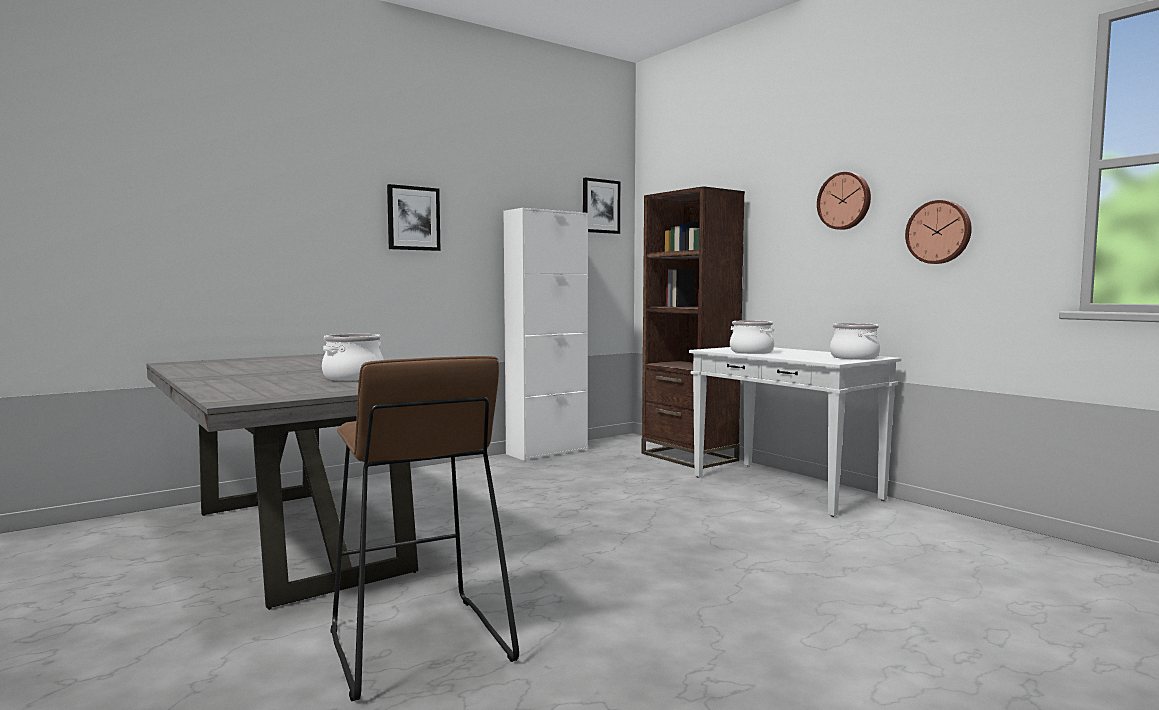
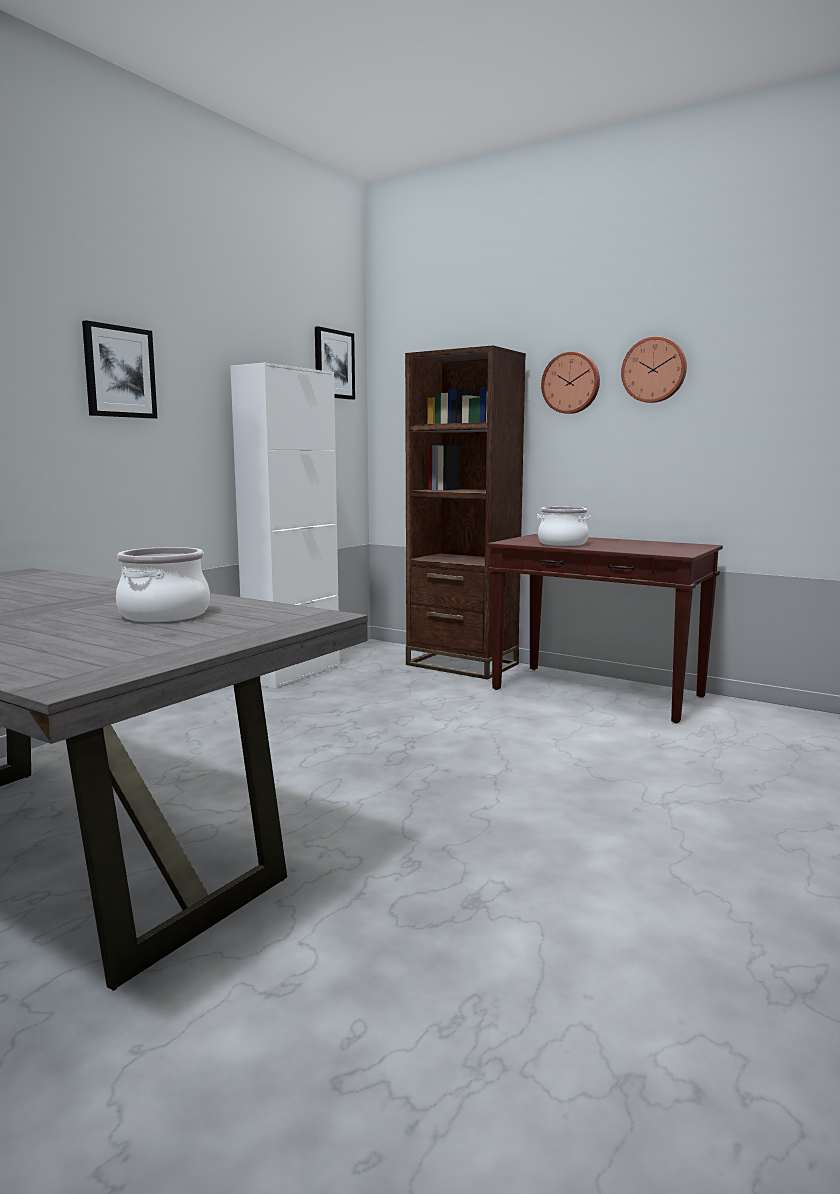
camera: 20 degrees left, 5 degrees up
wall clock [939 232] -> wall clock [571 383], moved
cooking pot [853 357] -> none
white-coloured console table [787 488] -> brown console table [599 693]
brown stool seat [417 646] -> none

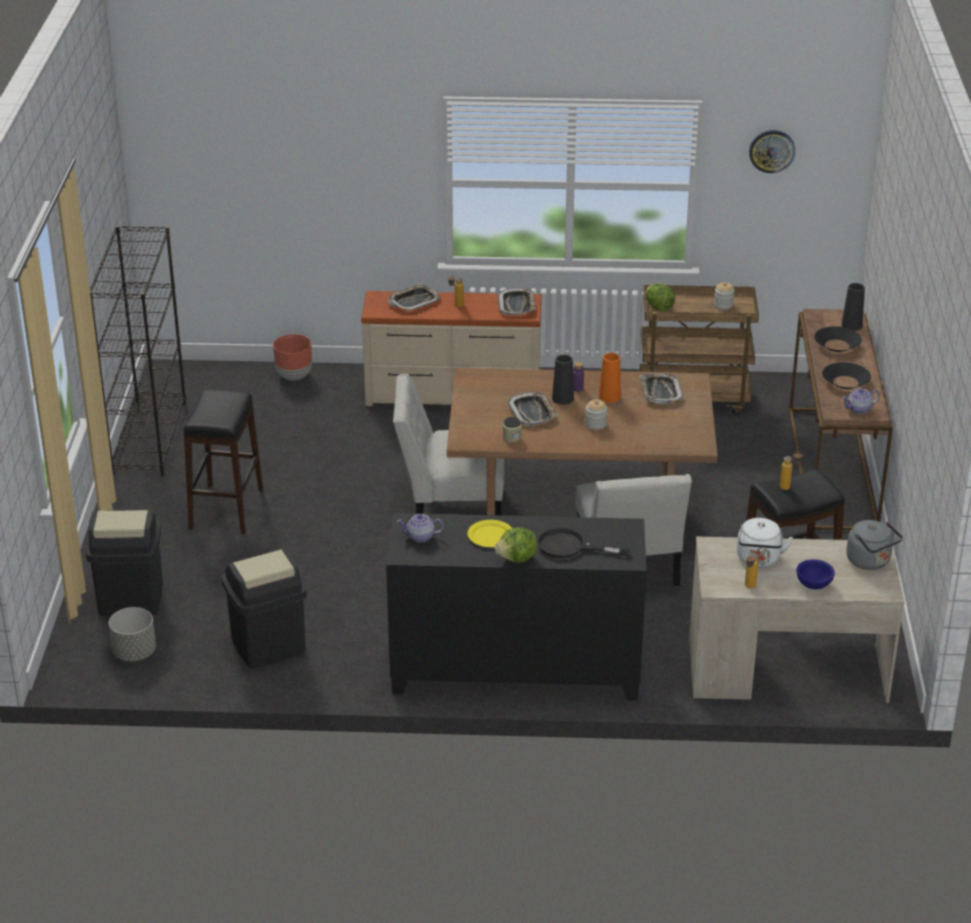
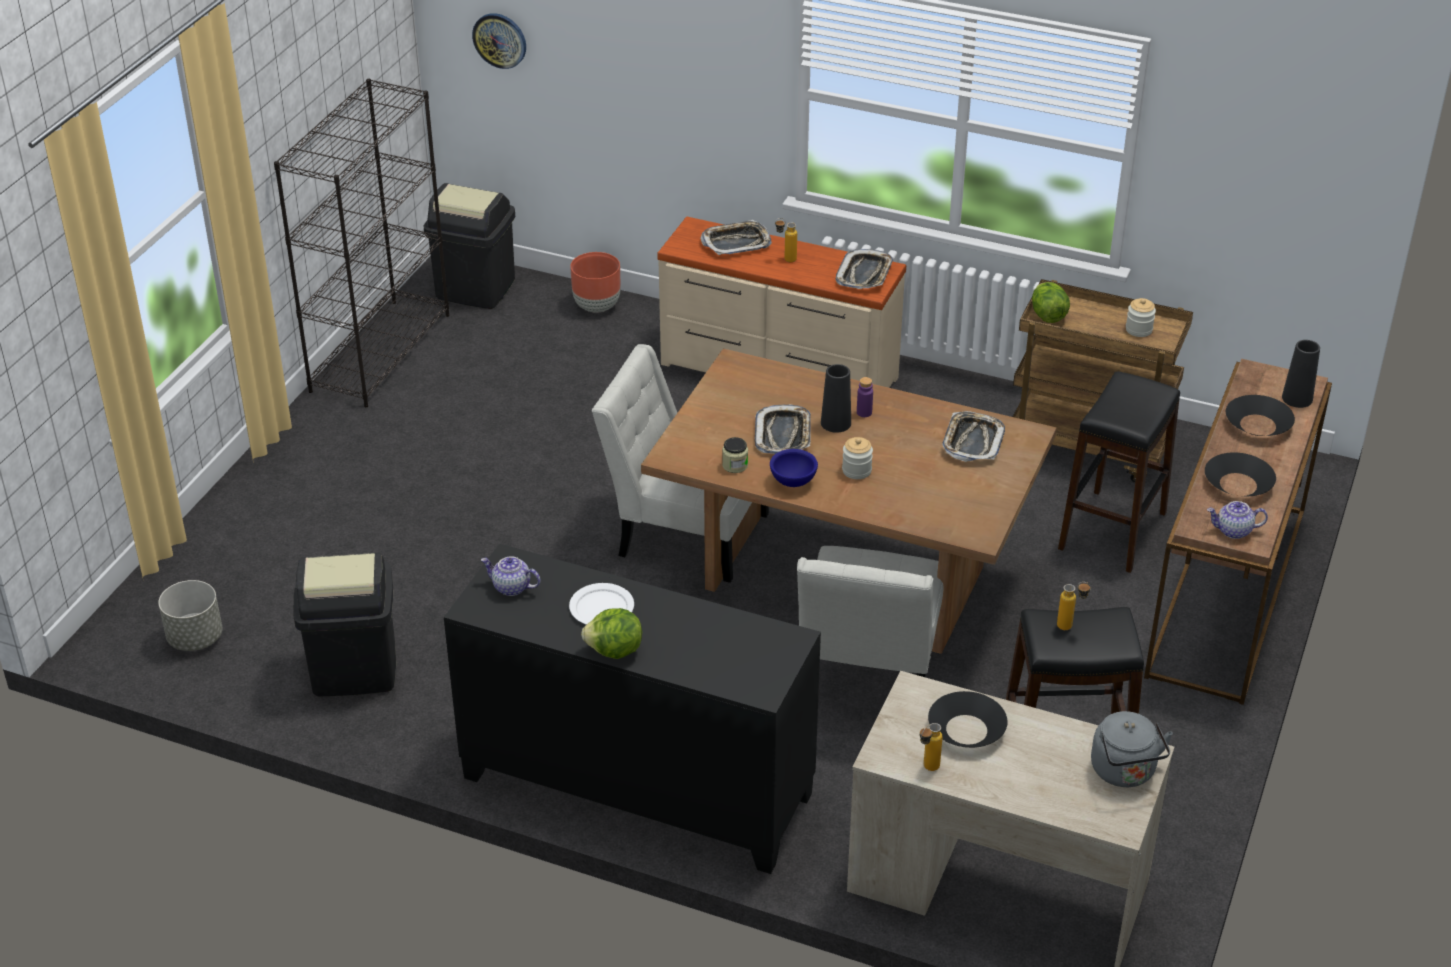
camera: 20 degrees right, 5 degrees up
wall clock [772 151] -> wall clock [500 40], moved
orangey decorative vase [609 397] -> none
black stool seat [226 509] -> black stool seat [1112 530], moved
black waste bin [131 600] -> black waste bin [475 289], moved
white-coloured kettle [759 560] -> black deep dish [966 729]
yellow-coloured dinner plate [491 535] -> white-coloured dinner plate [602 607]
black frying pan [570 547] -> none
blue-coloured deep dish [814 585] -> blue-coloured deep dish [793 482], moved

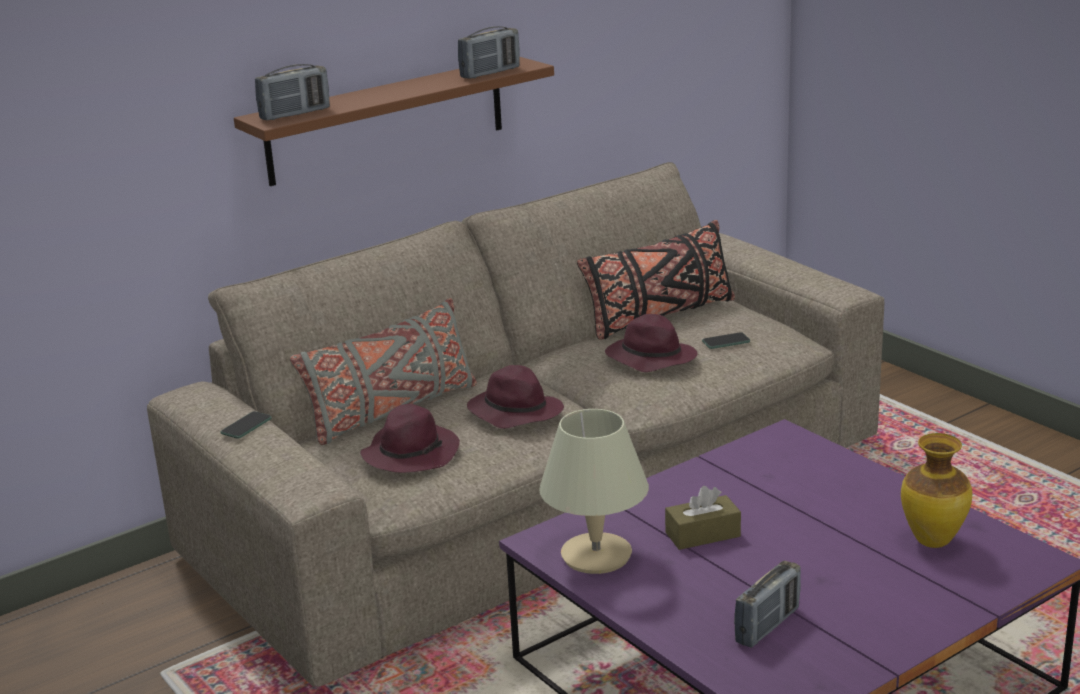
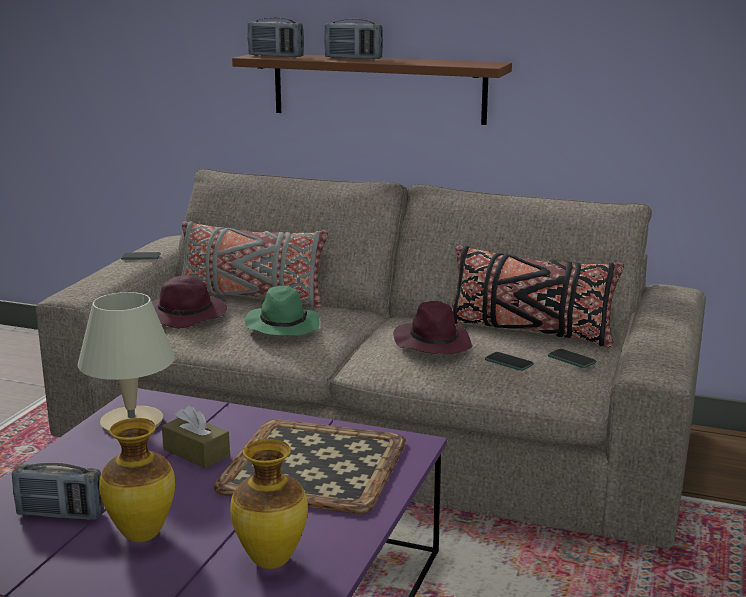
camera: 55 degrees right, 5 degrees down
radio set [490 73] -> radio set [353 58], moved
purplish hat [514 412] -> greenish hat [282 326]
none -> telephone [571 359]
none -> decorative vase [143 534]
none -> serving tray [315 467]

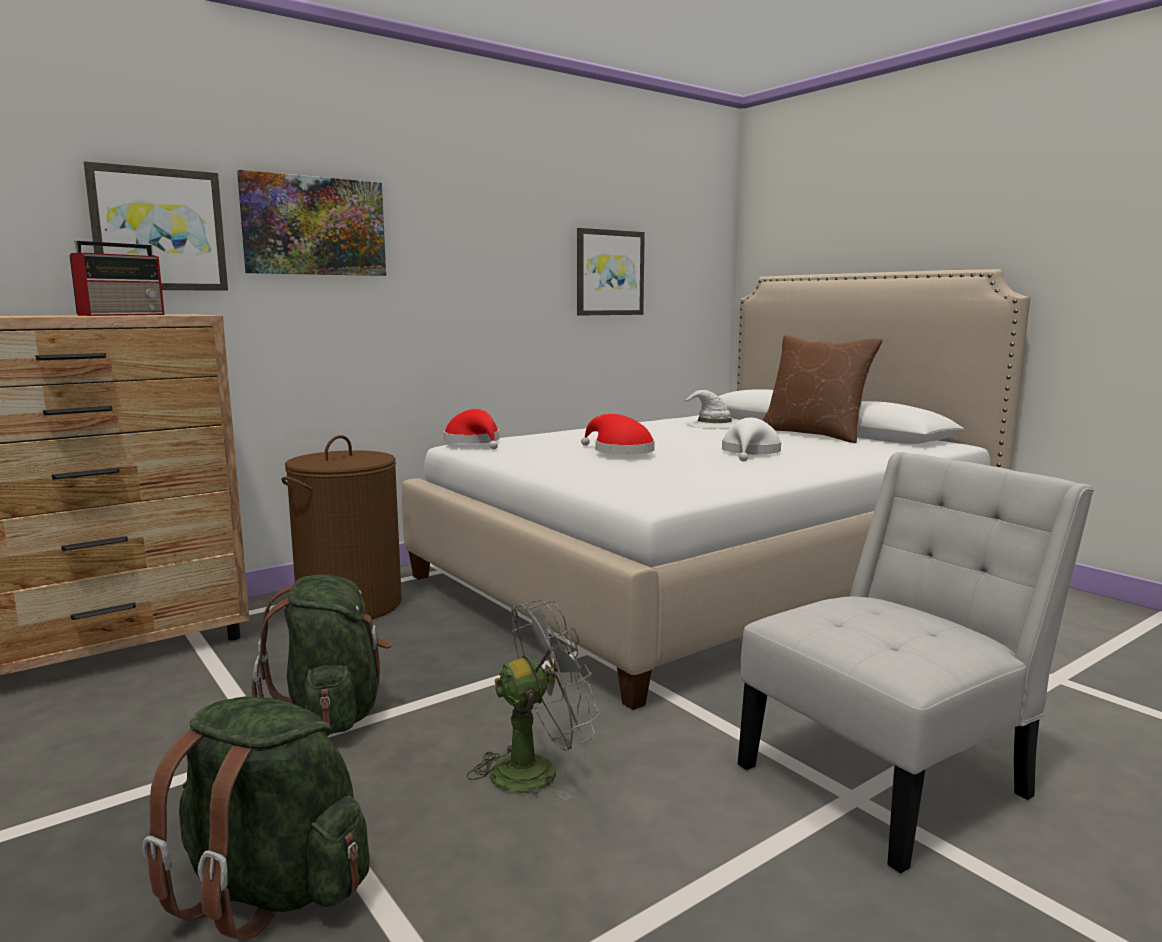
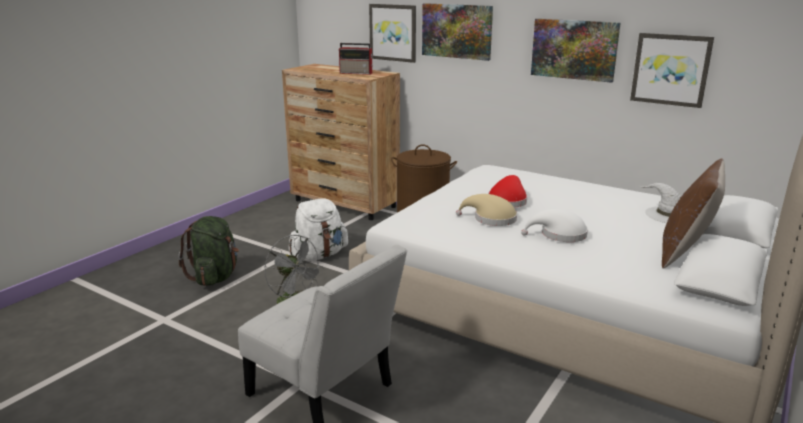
camera: 70 degrees right, 10 degrees up
red-coloured hat [474 442] -> none
greenish backpack [332 714] -> white-coloured backpack [319 255]
none -> wall picture [574 49]
none -> sand-coloured hat [491 219]

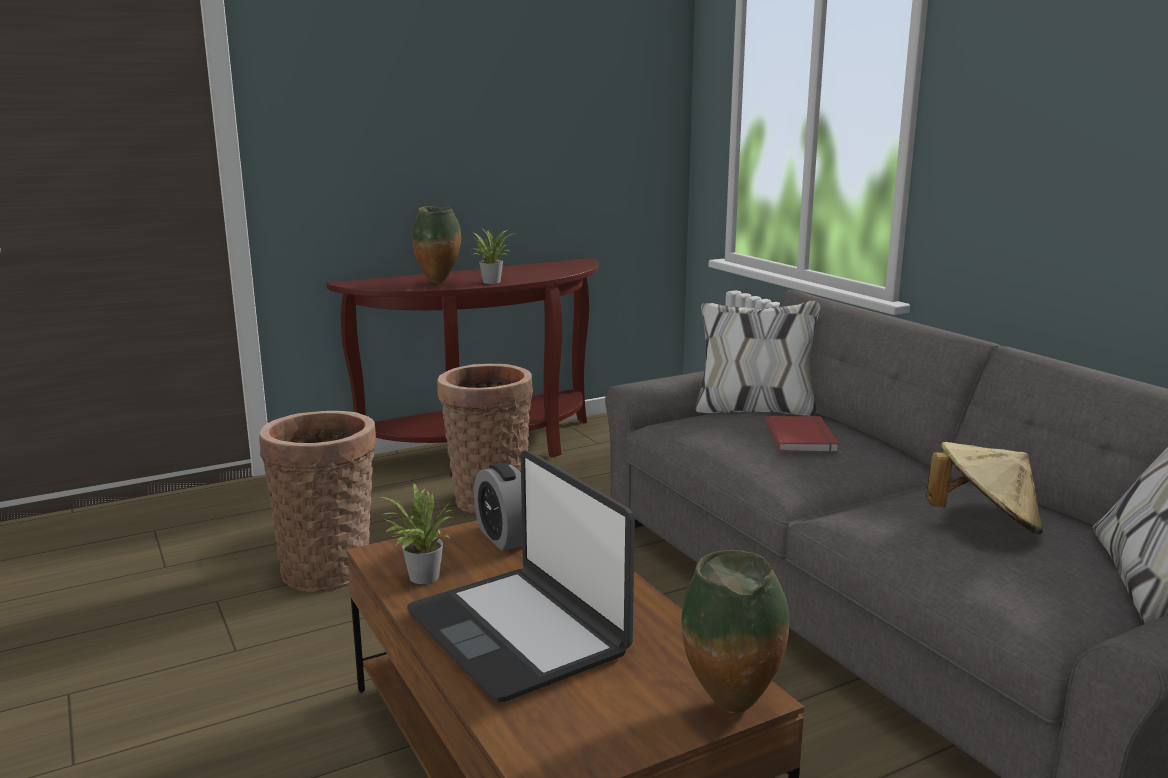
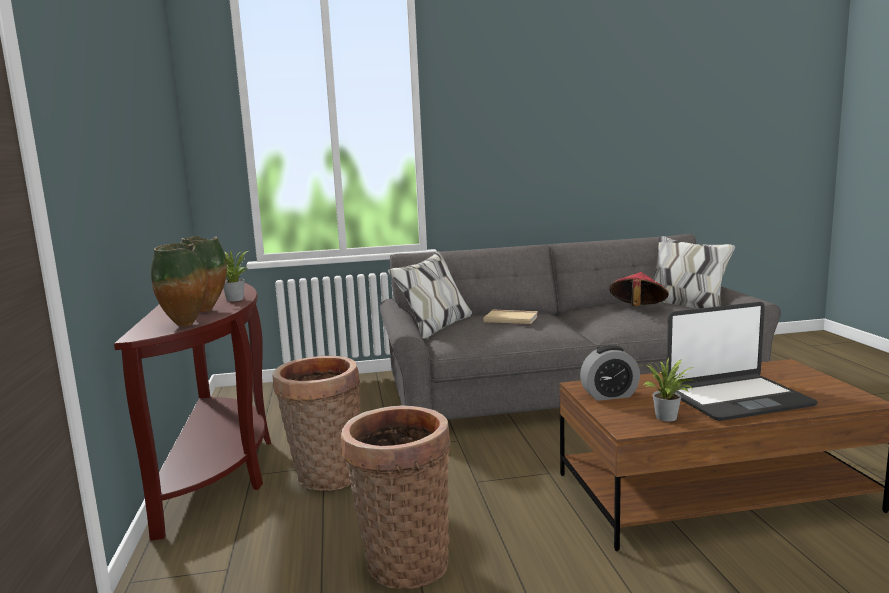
camera: 70 degrees left, 5 degrees down
red-coloured volume [803 437] -> sand-coloured volume [511 319]
sand-coloured hat [984 523] -> red-coloured hat [637 309]
decorative vase [731 710] -> decorative vase [186 325], moved

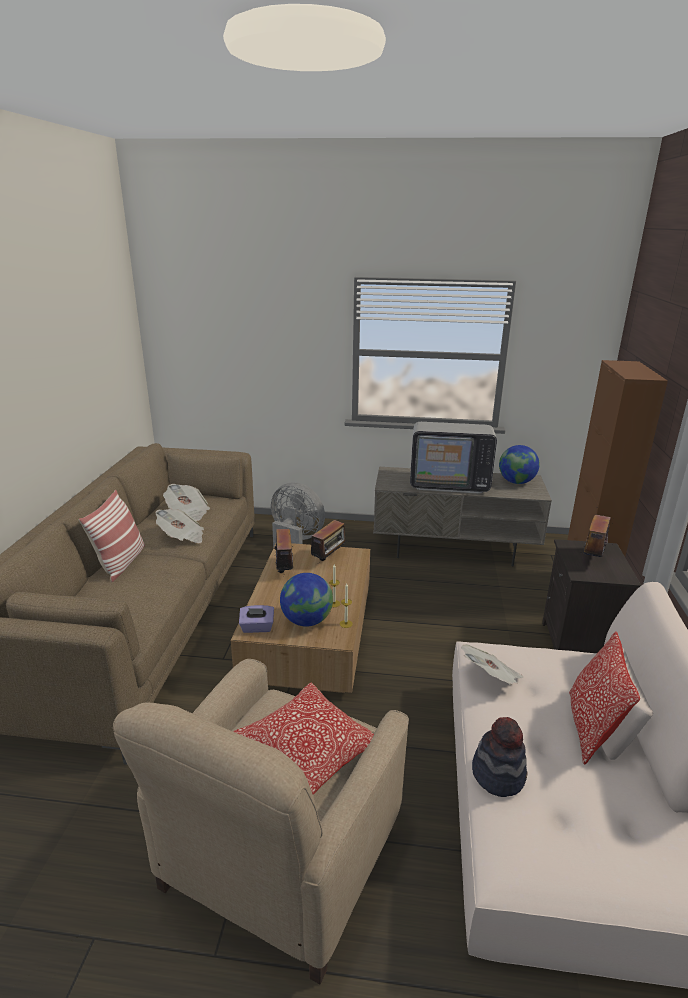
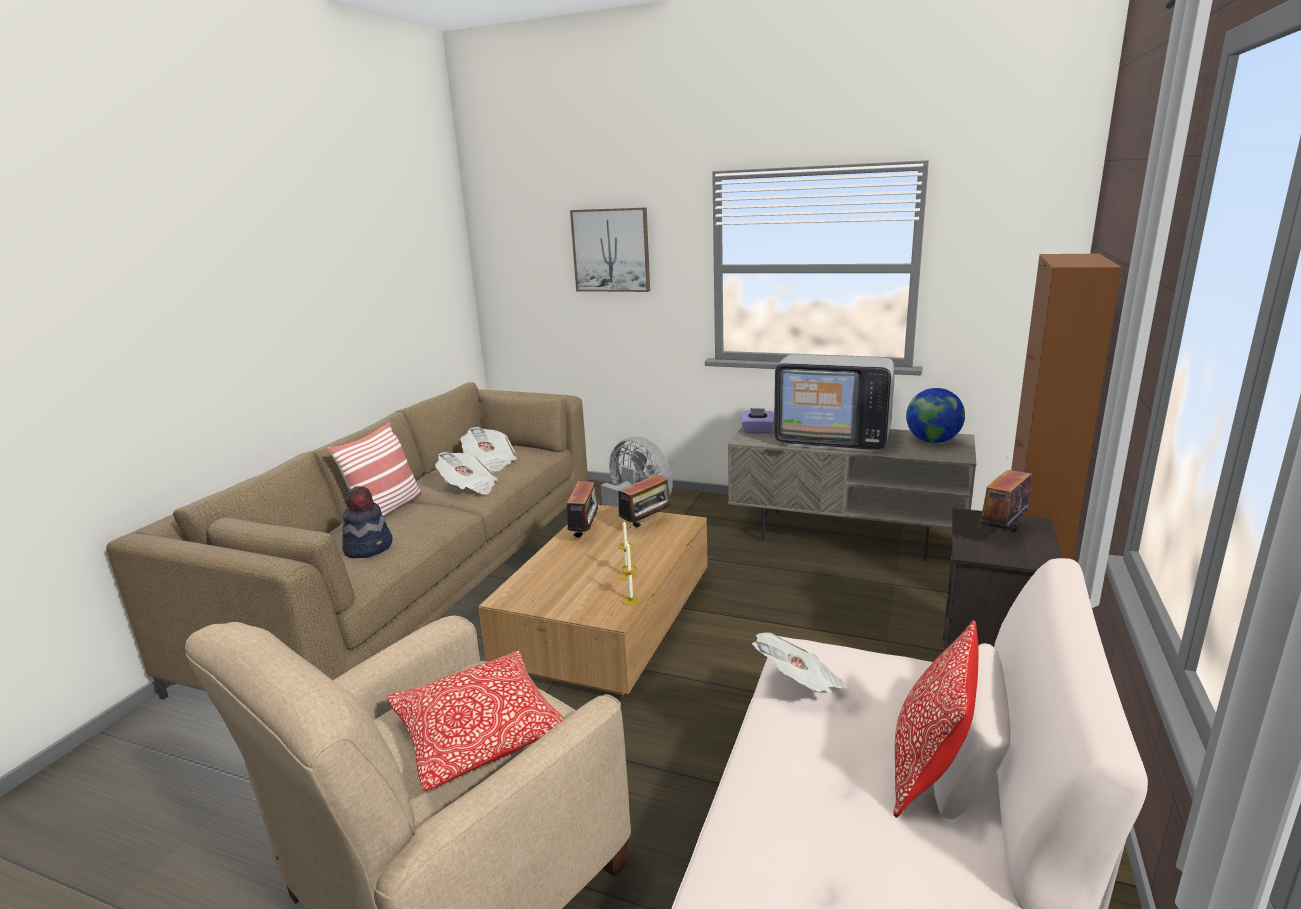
camera: 15 degrees right, 5 degrees down
globe [307 621] -> none
purplish box of tissues [257 628] -> purplish box of tissues [757 431], moved
hat [498 774] -> hat [369 547], moved
none -> wall picture [611 250]

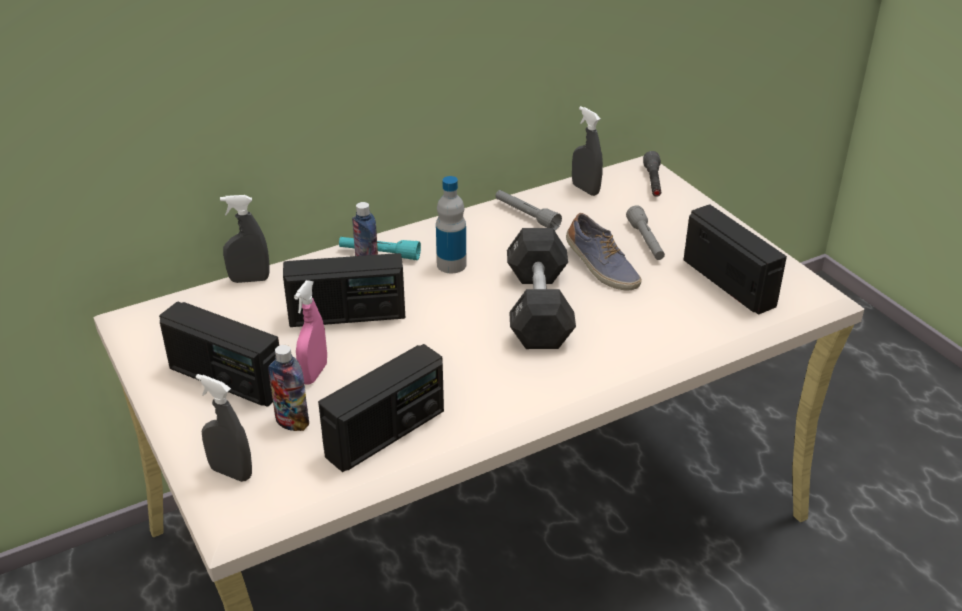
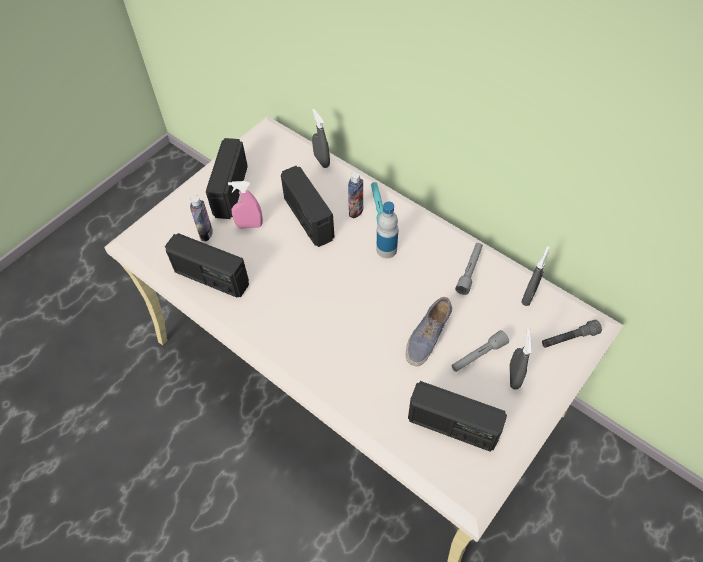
camera: 70 degrees right, 20 degrees up
radio set [730 282] -> radio set [452 426], 75 degrees clockwise
black hand weight [538 308] -> none
greyish spray bottle [231 472] -> greyish spray bottle [514 377], moved

